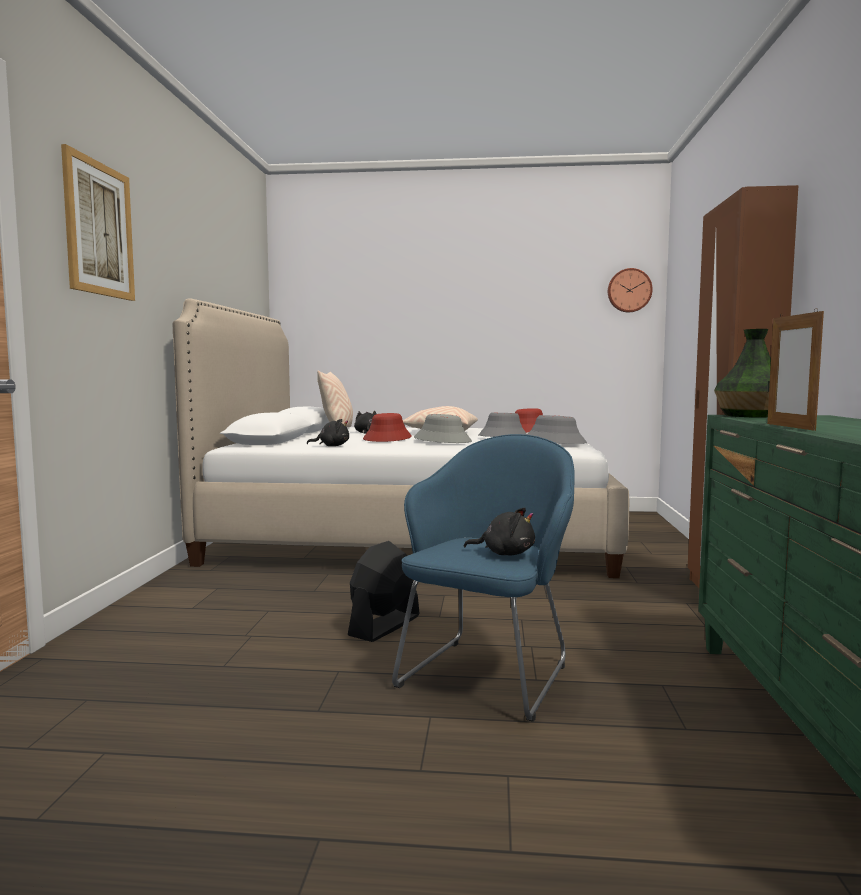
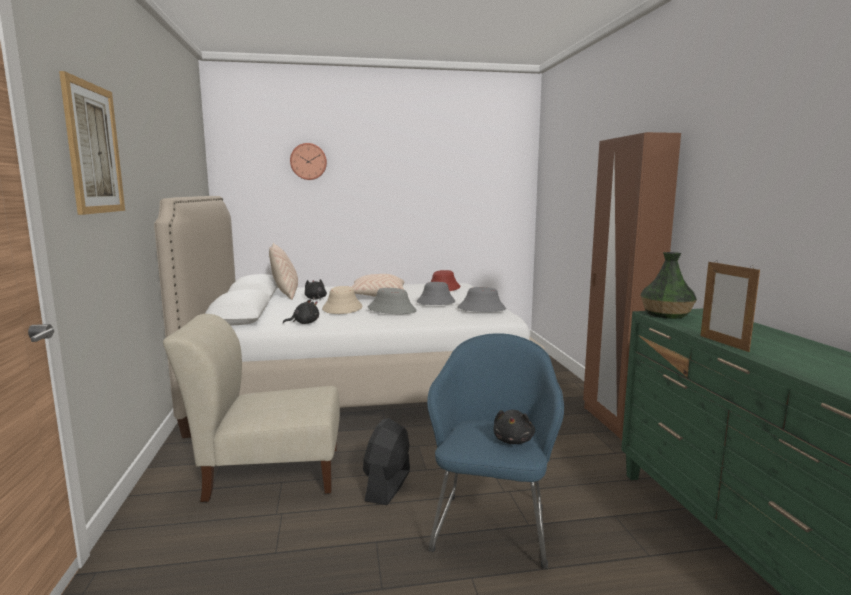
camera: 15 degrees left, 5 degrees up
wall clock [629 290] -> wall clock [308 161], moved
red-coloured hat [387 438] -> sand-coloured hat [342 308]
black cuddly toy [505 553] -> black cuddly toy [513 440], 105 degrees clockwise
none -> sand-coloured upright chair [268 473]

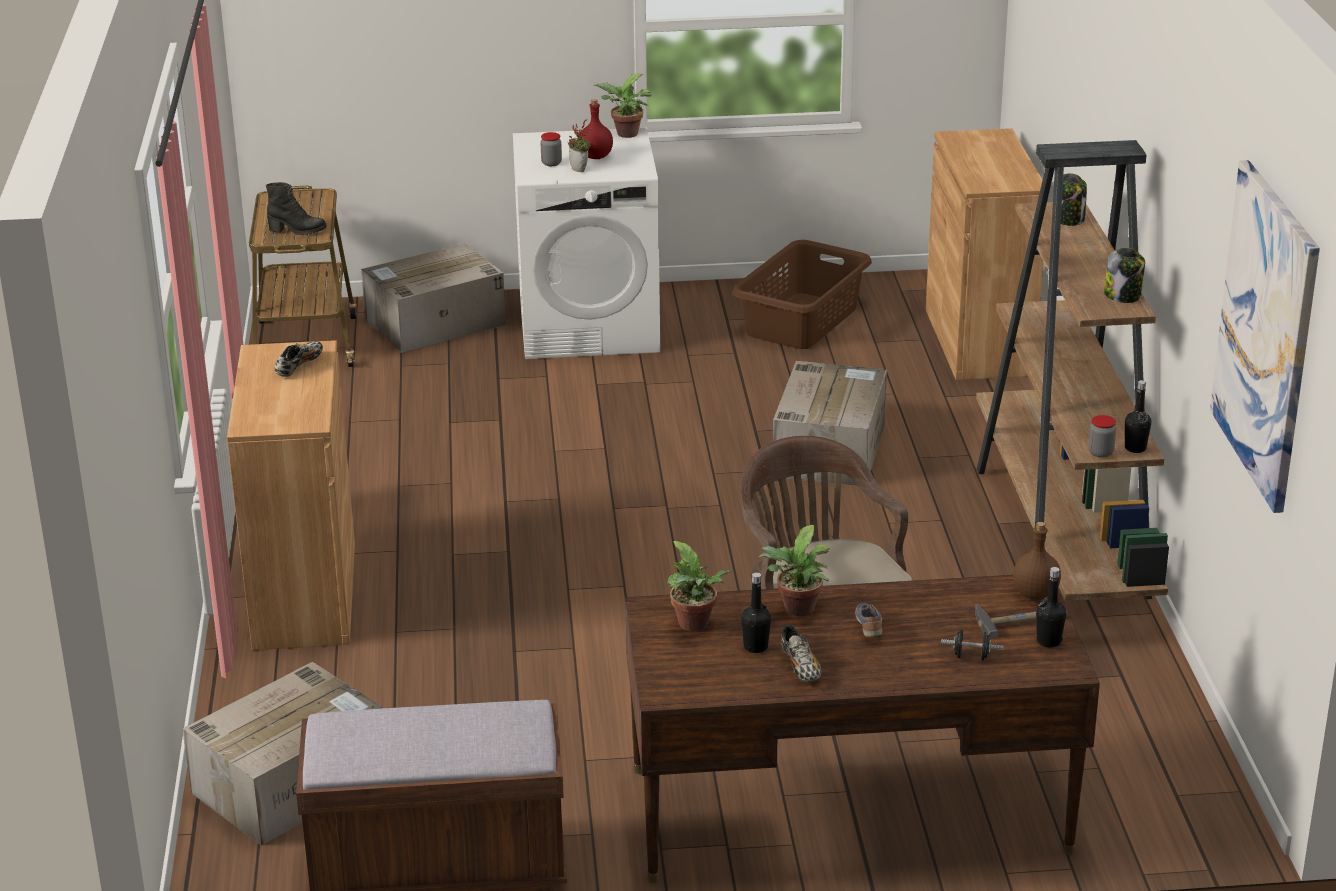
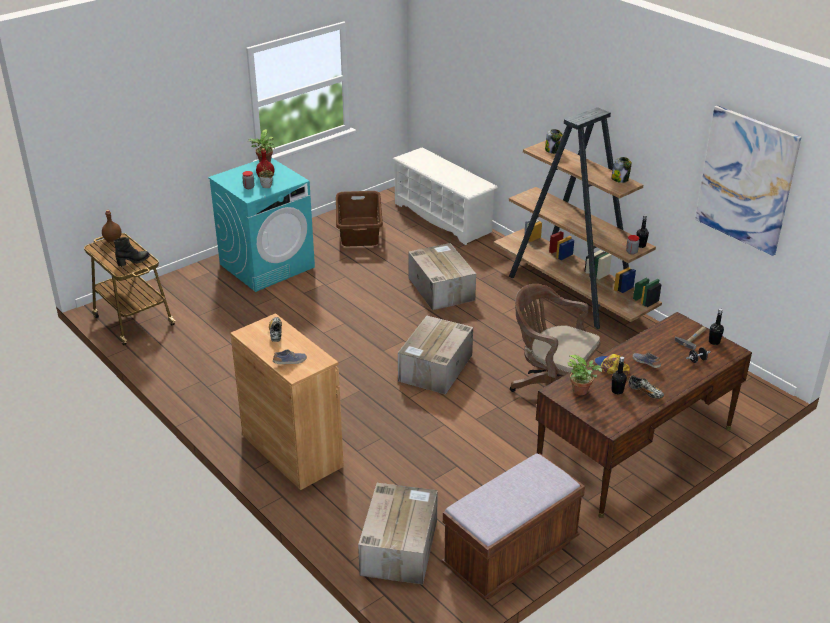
camera: 35 degrees left, 5 degrees up
white-coloured laundry machine [590 327] -> turquoise laundry machine [267 265]
brown storage cabinet [978 342] -> white-coloured shoe shelf [443 218]
cardboard box [433 323] -> cardboard box [435 368], moved
brown bottle [1034 594] -> brown bottle [112 240], moved
potted plant [797 610] -> baseball cap [611 367]
none -> shoe [290 362]

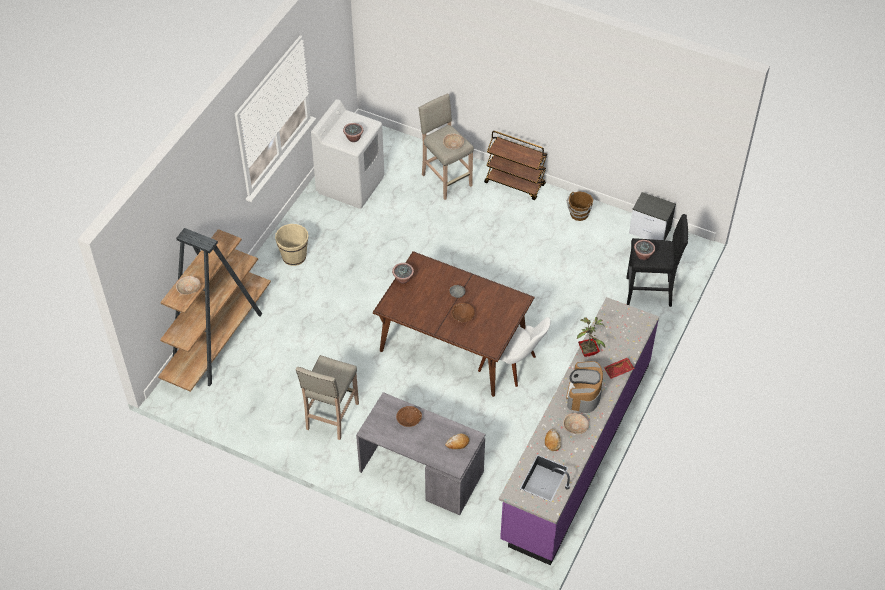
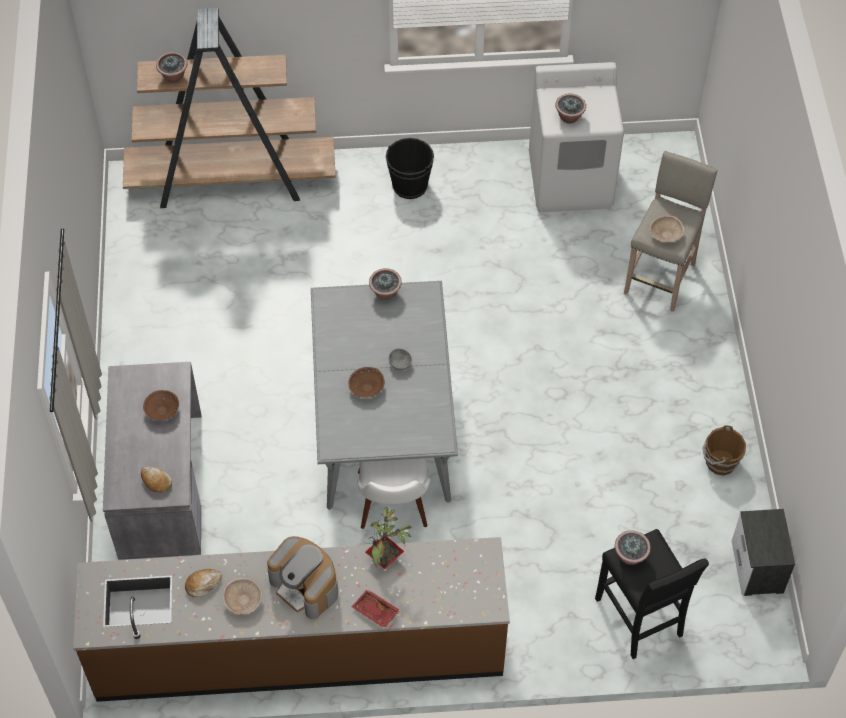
camera: 60 degrees right, 5 degrees up
brown wheeled cart [515 184] -> none
sand-coloured water bucket [294 256] -> black water bucket [410 185]
brown dinner table [452 345] -> greyish dinner table [383 421]
sand-coloured deep dish [189 289] -> potted plant [174 77]
purplish kitchen base unit [576 449] -> brown kitchen base unit [299 648]
sand-coloured stool seat [331 417] -> none
coffee machine [584 394] -> coffee machine [305 586], 120 degrees counterclockwise

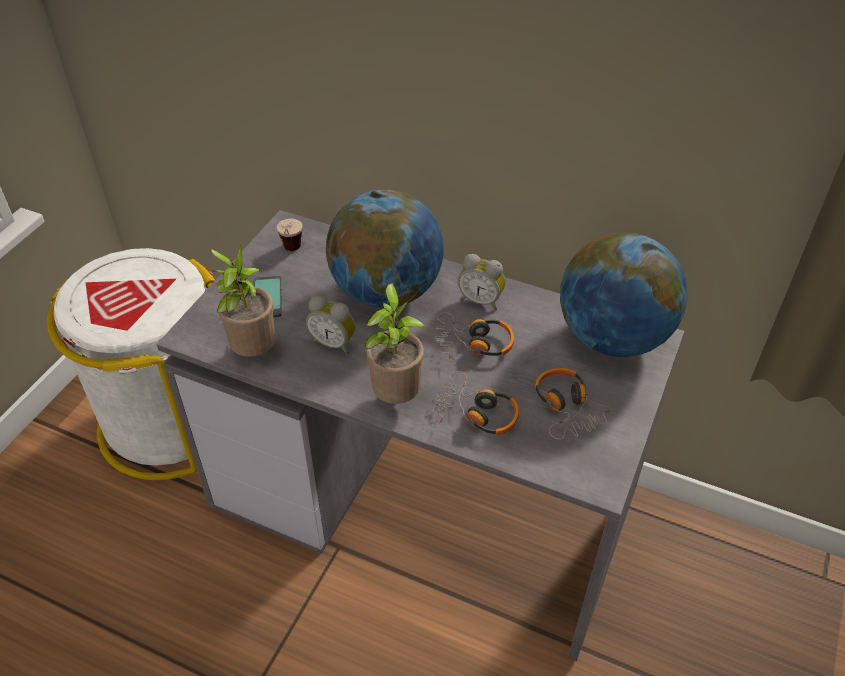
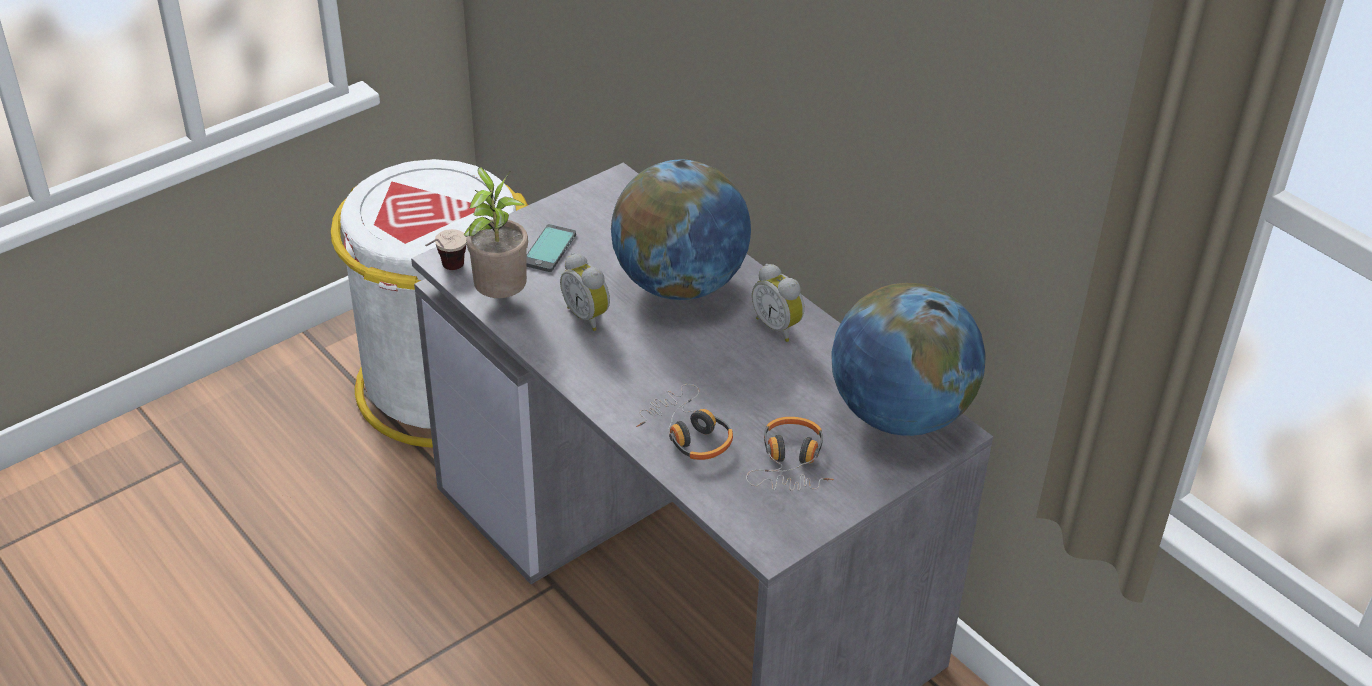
camera: 25 degrees right, 5 degrees down
cup [291 252] -> cup [446 271], moved
potted plant [396 396] -> none
headset [473 344] -> none

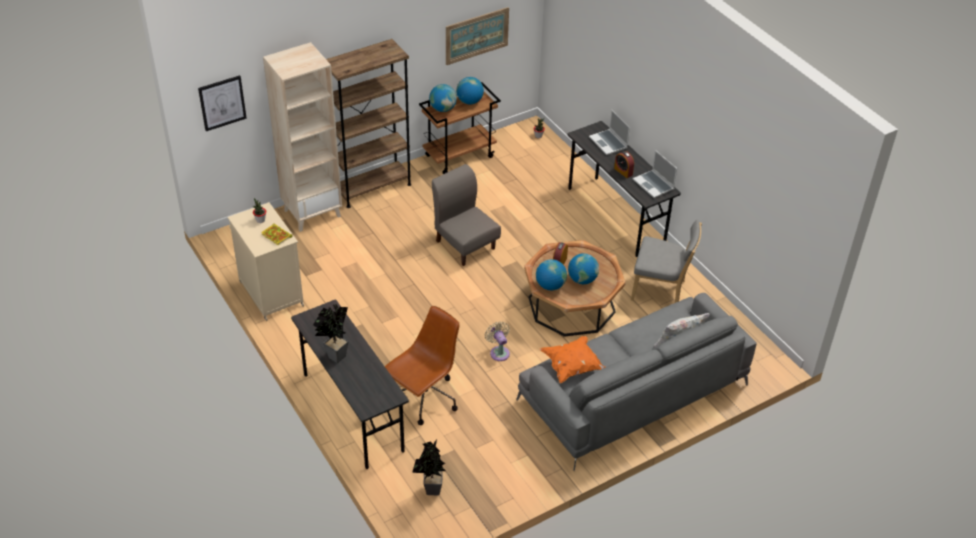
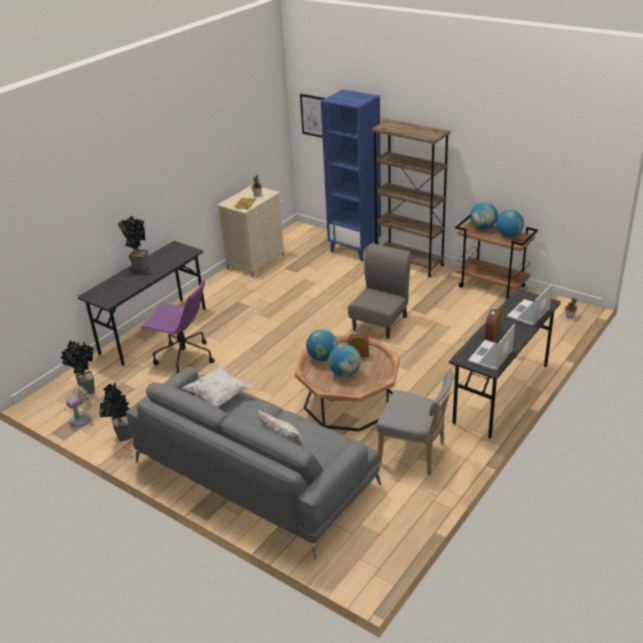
camera: 70 degrees right, 10 degrees down
wall picture [476 35] -> none
sand-coloured bookshelf [312 213] -> blue-coloured bookshelf [355 249]
greyish upright chair [660 291] -> greyish upright chair [415 454], 60 degrees counterclockwise
brown desk chair [424 399] -> purplish desk chair [183 358]
sand-coloured fan [499 352] -> sand-coloured fan [82 418], moved
orangey cushion [572 366] -> white-coloured cushion [219 396]
none -> potted plant [123 438]

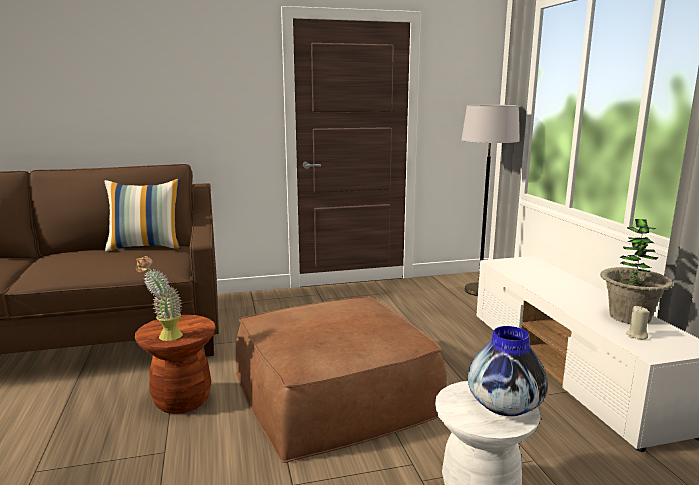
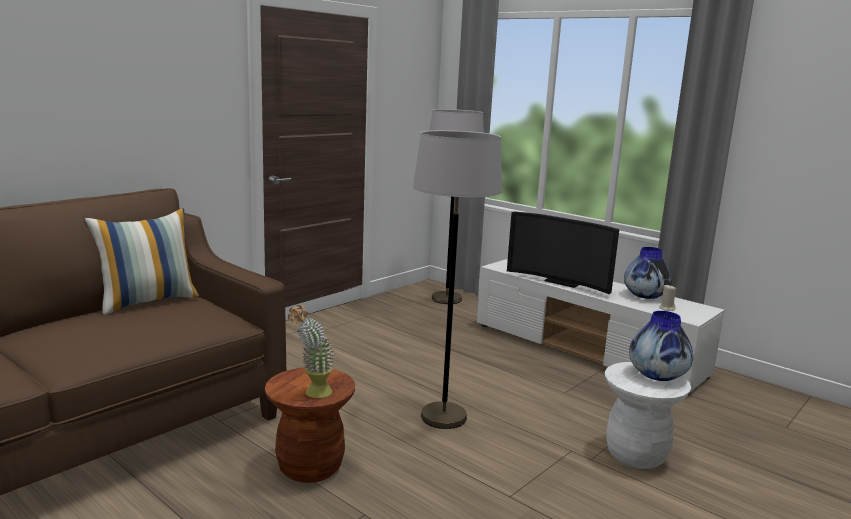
camera: 35 degrees left, 0 degrees up
potted plant [629 317] -> decorative vase [645 296]
brown pouffe [334 392] -> greyish floor lamp [443 417]
none -> TV [562 282]

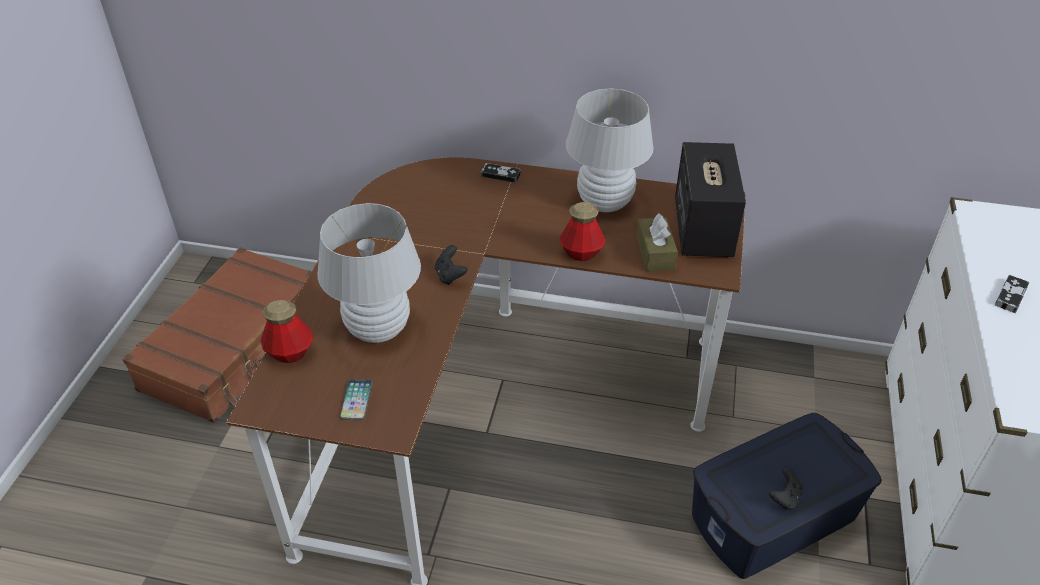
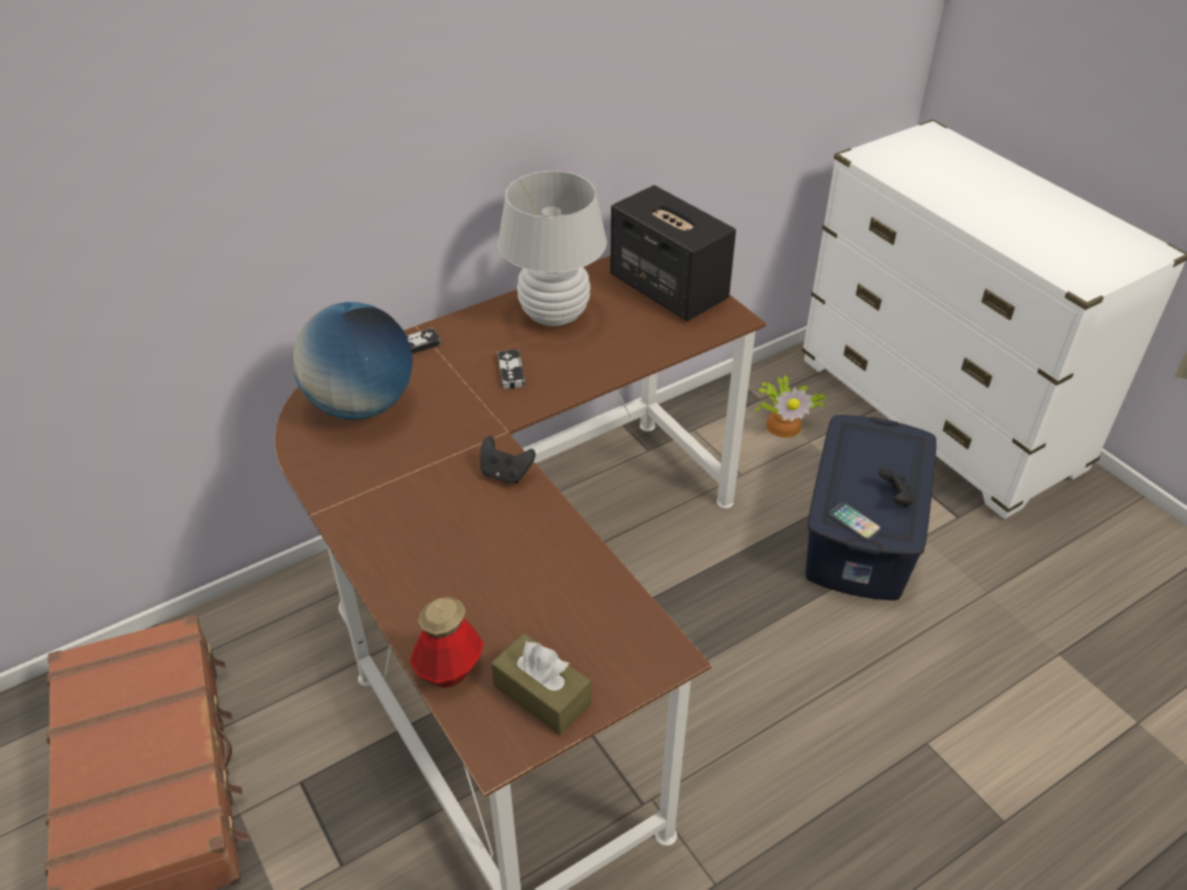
camera: 45 degrees left, 0 degrees up
bottle [581 253] -> none
white-coloured table lamp [378 329] -> none
brown box of tissues [655 253] -> brown box of tissues [542 694], moved
game controller [1010 296] -> game controller [511 372], moved
telephone [356 400] -> telephone [854 521], moved
none -> globe [361 405]
none -> potted plant [785 423]

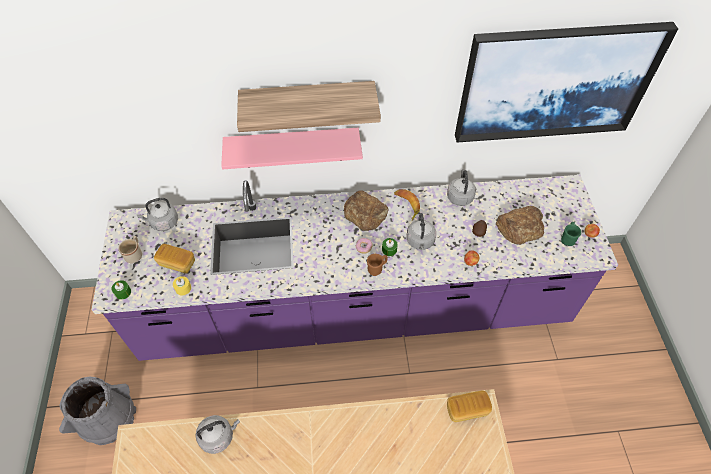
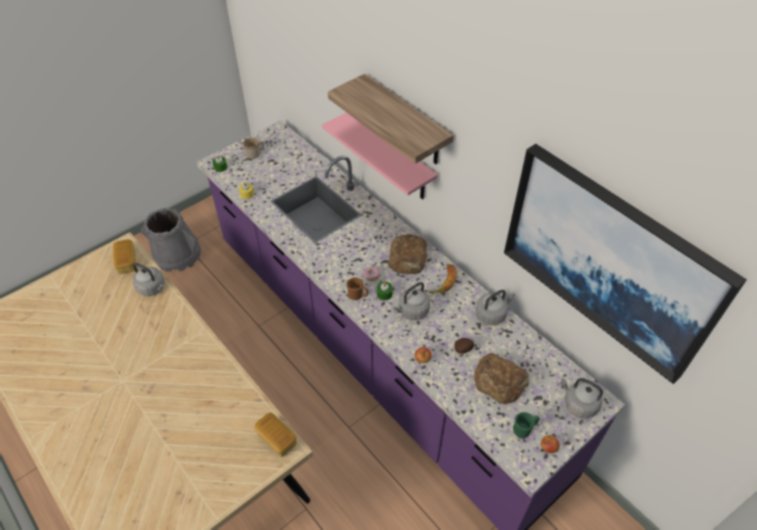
camera: 55 degrees right, 5 degrees down
greyish kettle [163 223] -> greyish kettle [578 404], moved
baked bread [177 263] -> baked bread [127 262], moved

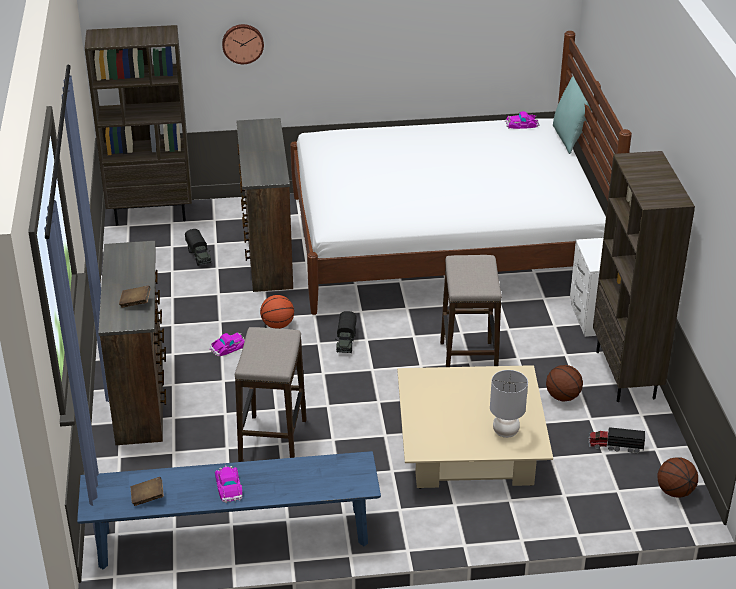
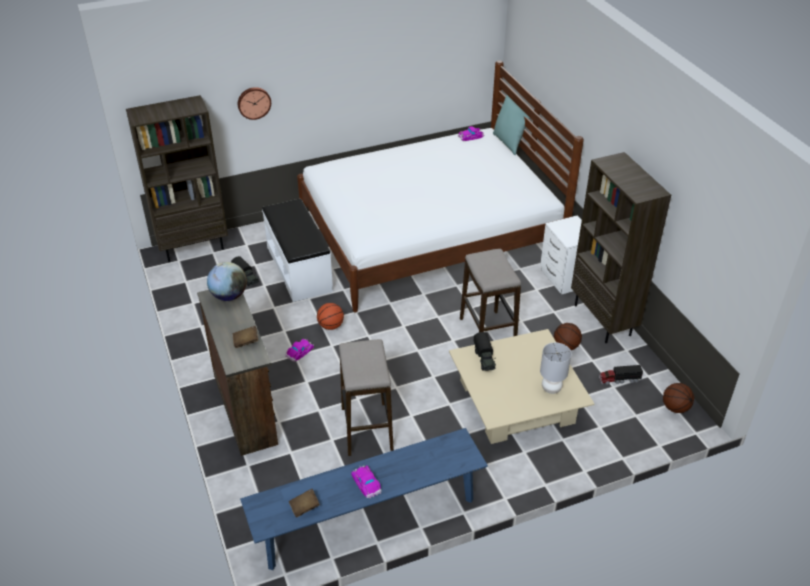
camera: 15 degrees left, 5 degrees up
brown drawer chest [267 256] -> white-coloured indoor bench [299 268]
toy truck [346 342] -> toy truck [484 359], moved
none -> globe [229 296]

